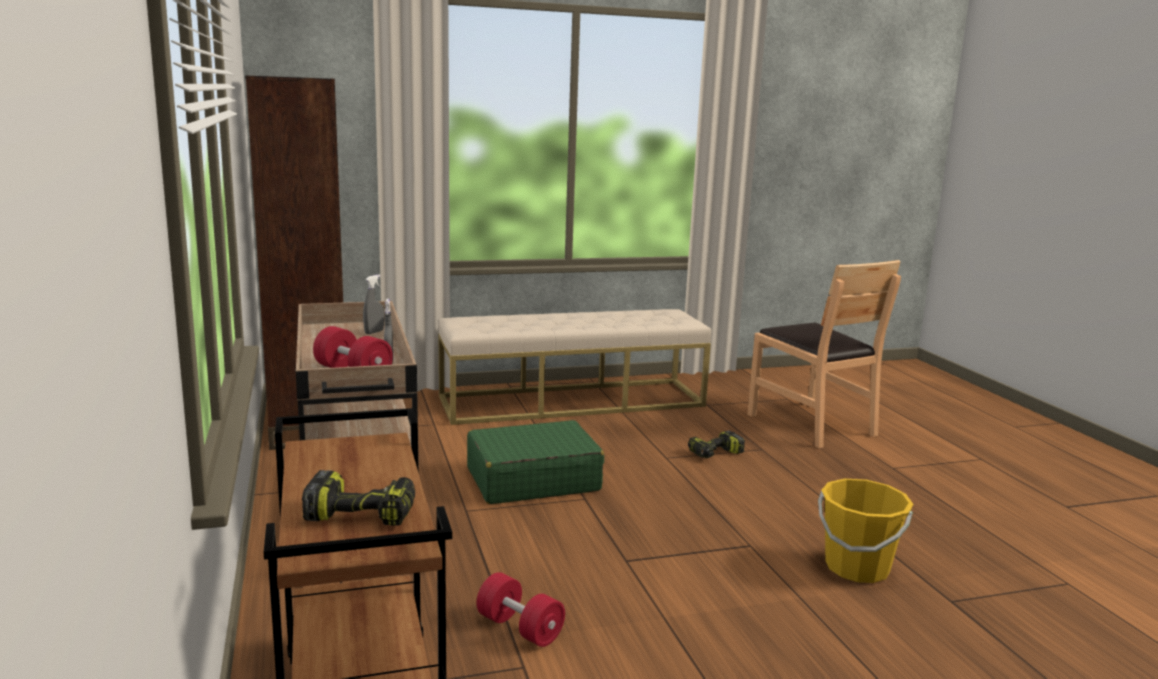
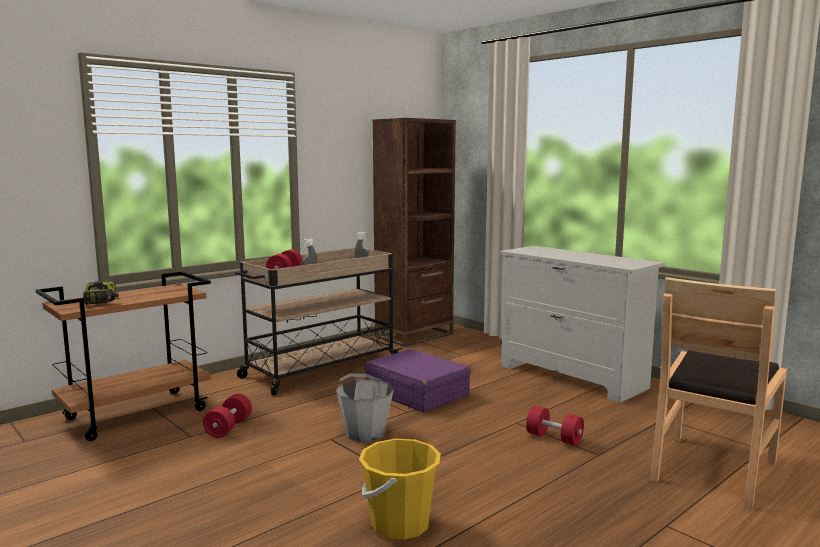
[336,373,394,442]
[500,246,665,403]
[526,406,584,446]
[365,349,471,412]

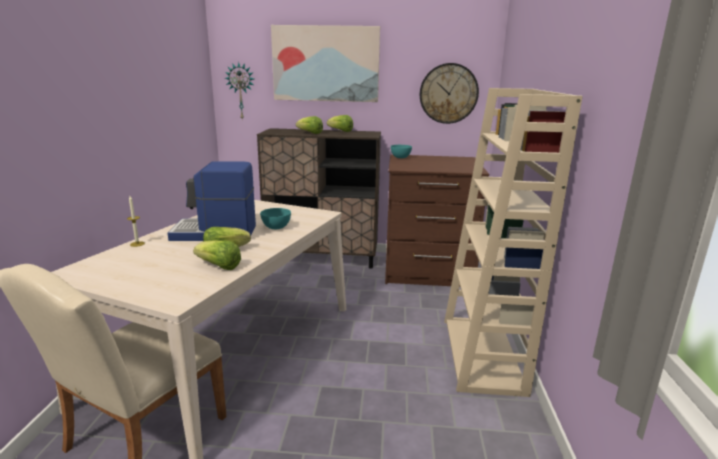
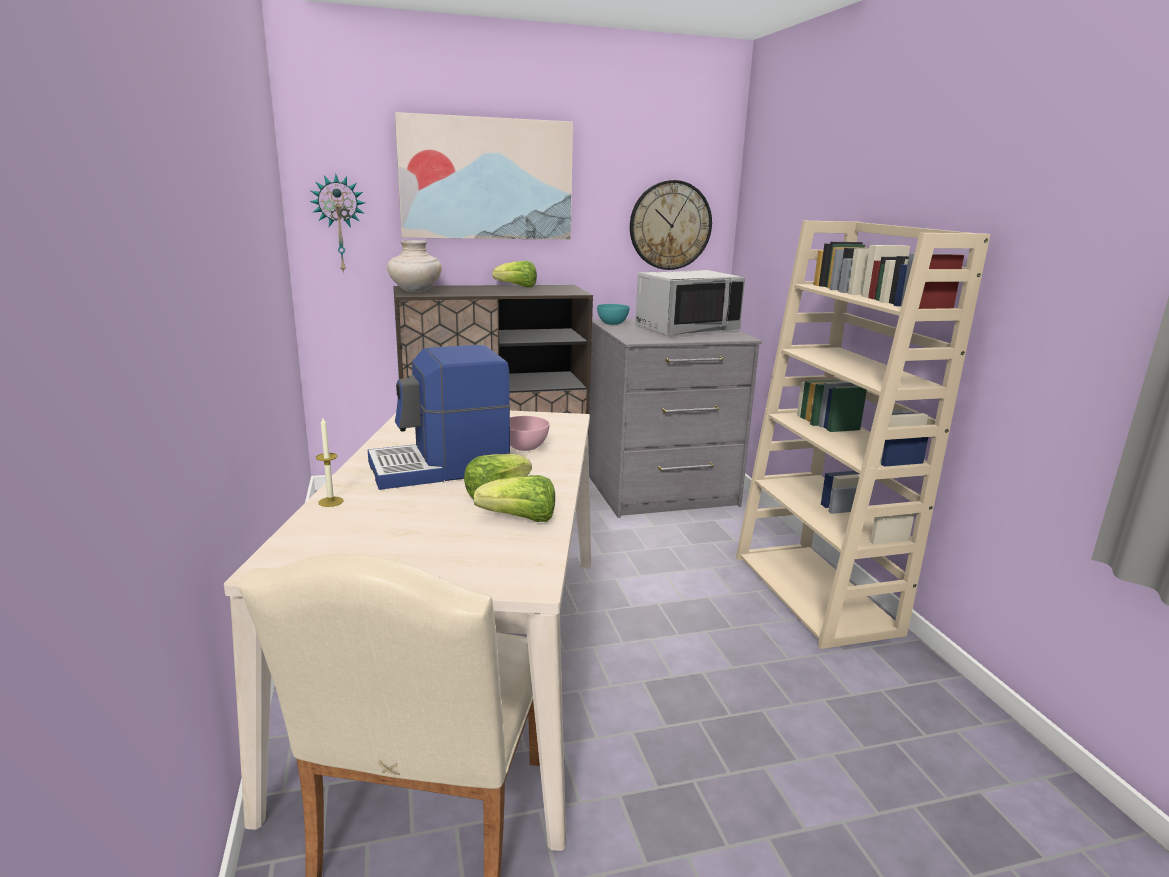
[296,116,323,134] (first image)
[387,240,442,292]
[635,270,745,335]
[510,416,550,451]
[588,319,762,518]

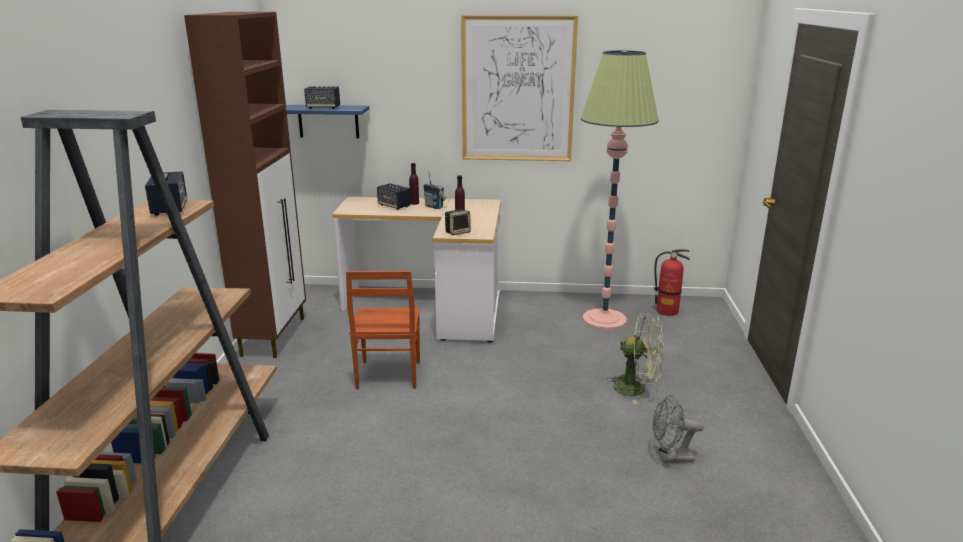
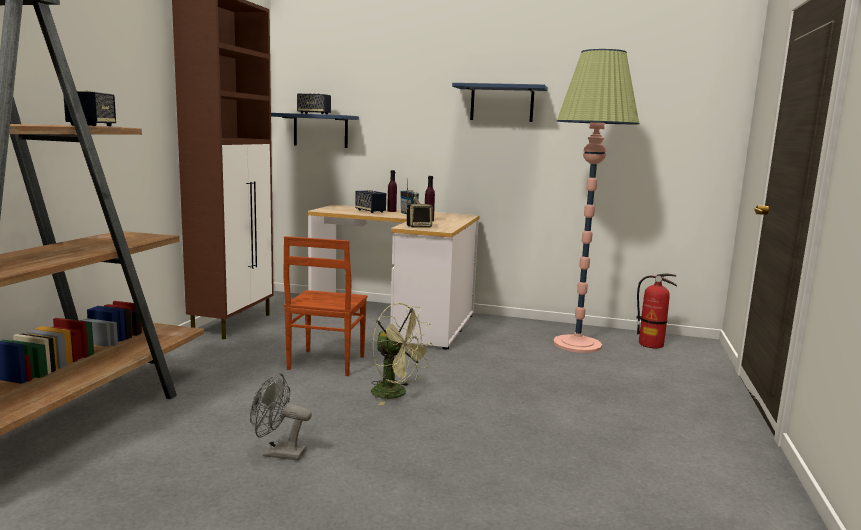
[371,303,433,405]
[250,373,312,460]
[452,83,548,122]

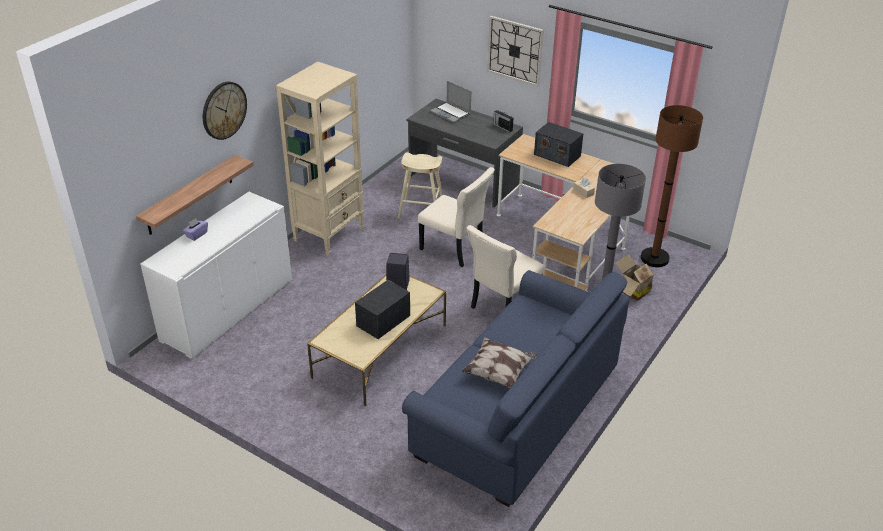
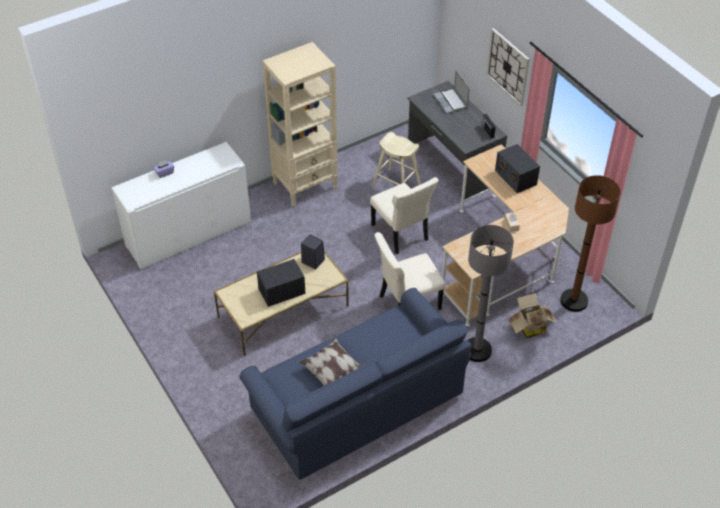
[136,155,254,235] (first image)
[203,82,247,140] (first image)

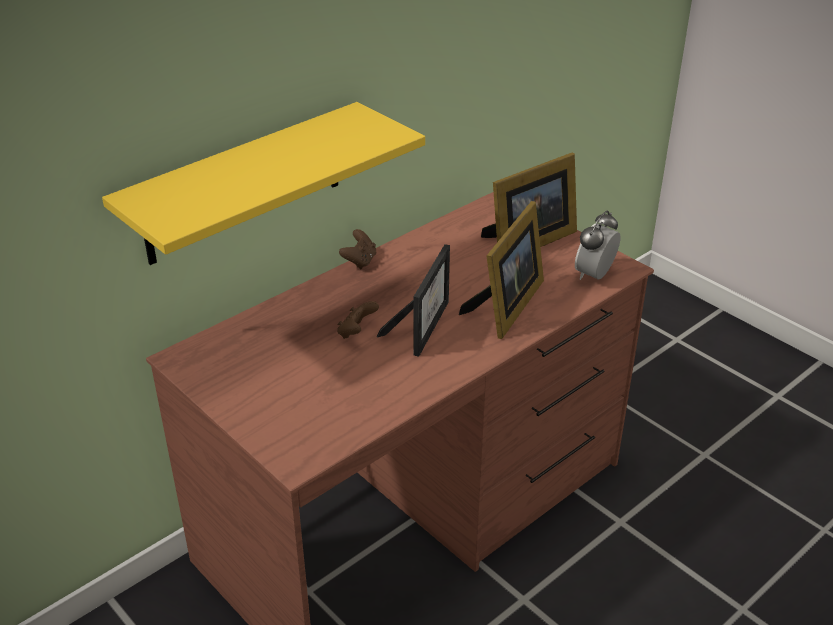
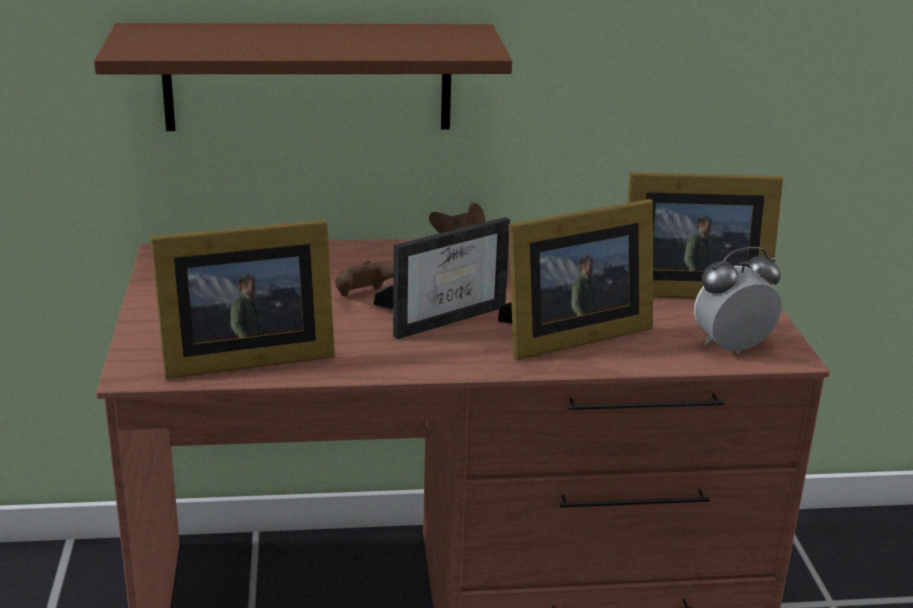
[151,220,335,379]
[94,23,512,131]

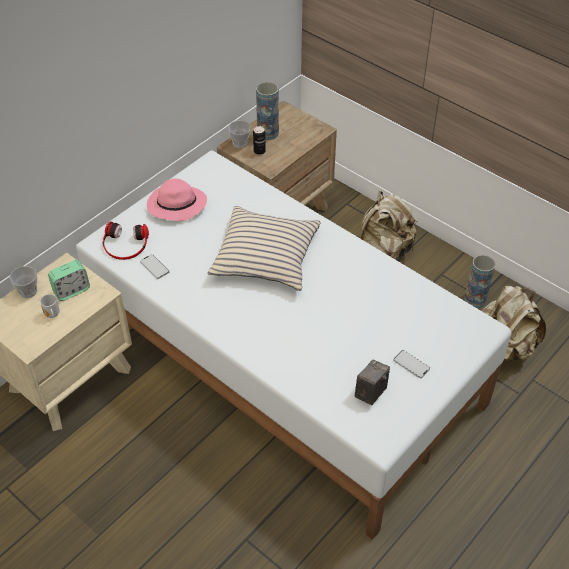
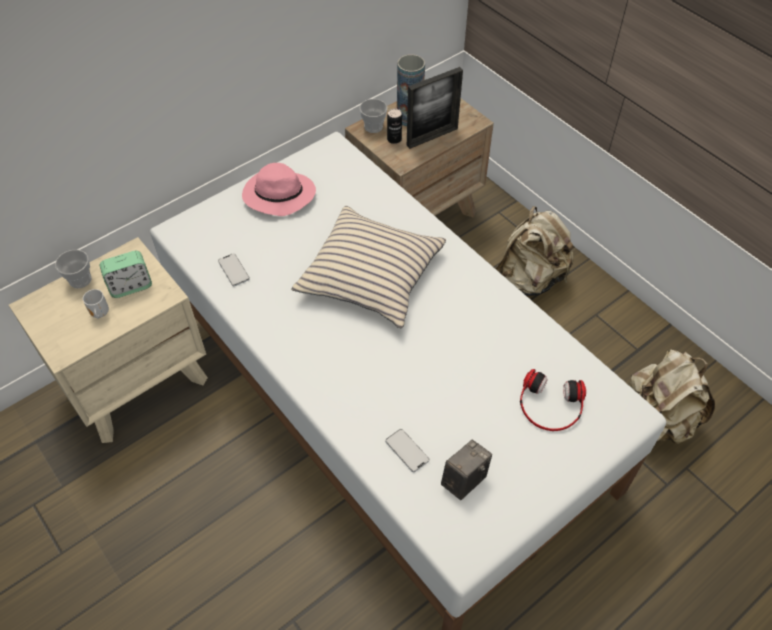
[464,255,495,308] (first image)
[407,67,463,149]
[520,369,586,431]
[385,429,429,472]

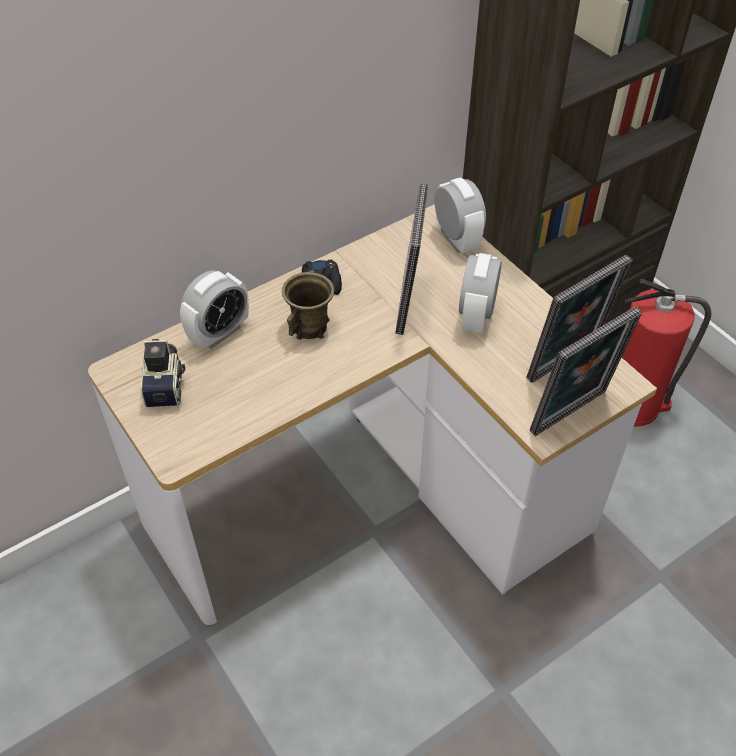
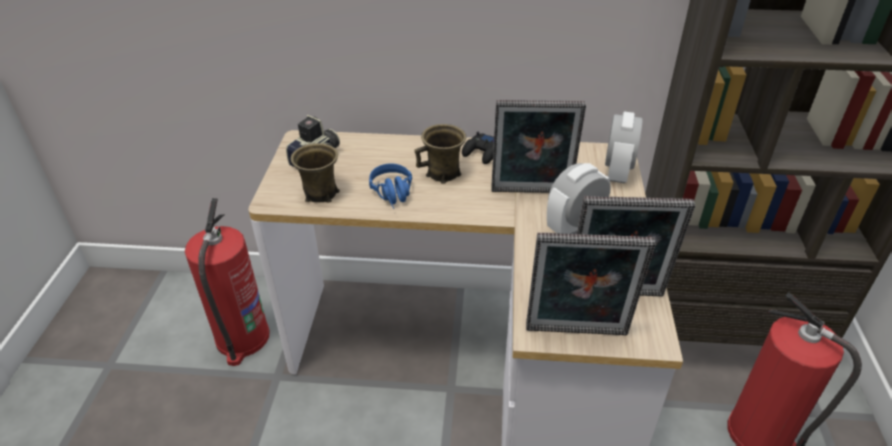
[180,270,249,349] (first image)
[185,198,270,366]
[291,143,340,202]
[369,164,412,209]
[491,100,586,193]

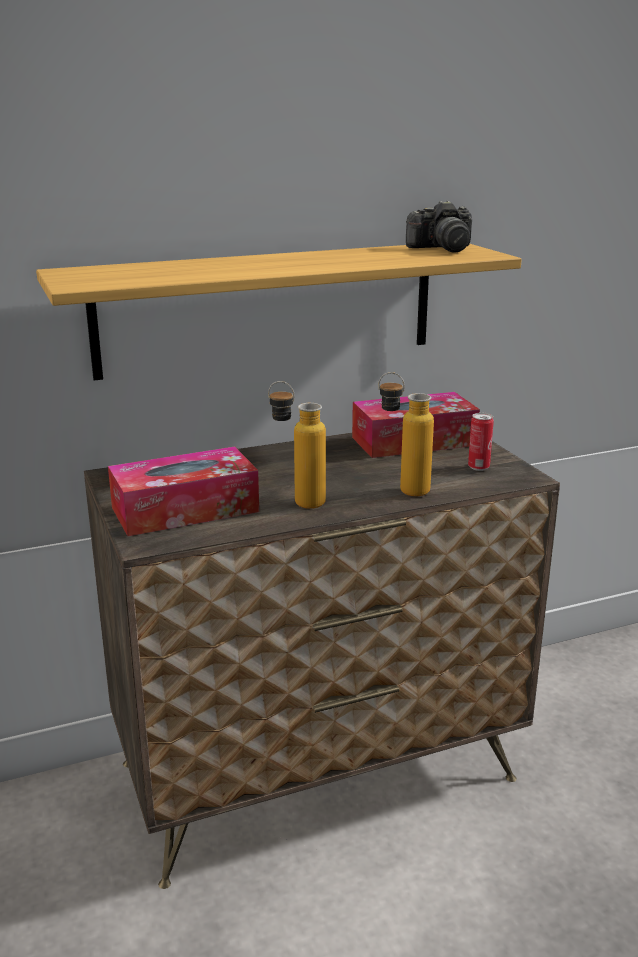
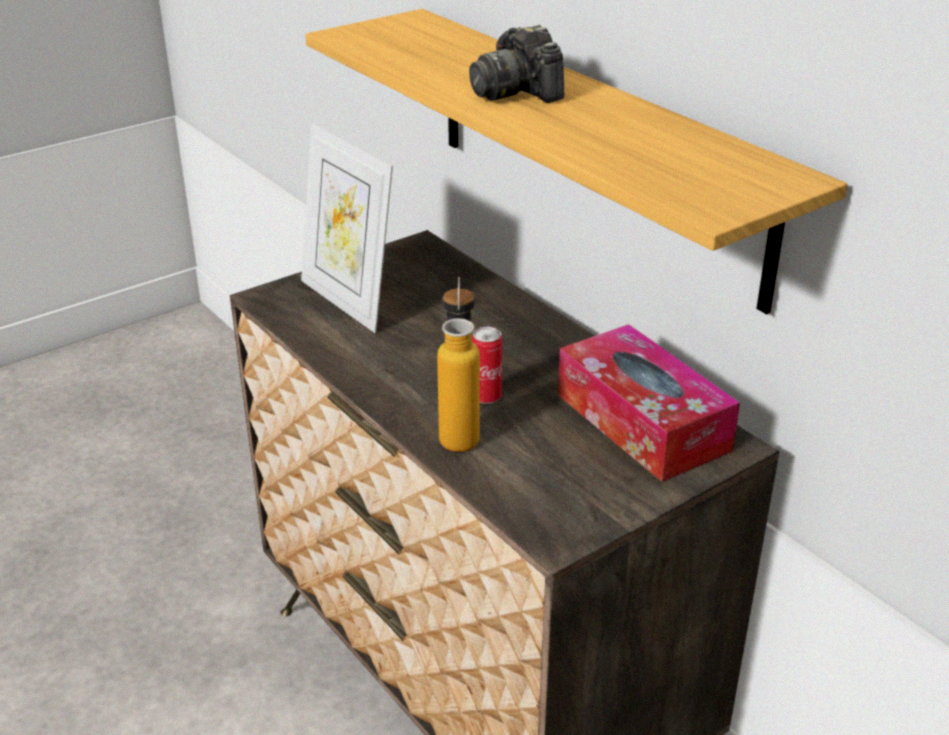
[268,381,326,509] (first image)
[469,25,564,103]
[472,327,502,404]
[301,123,393,333]

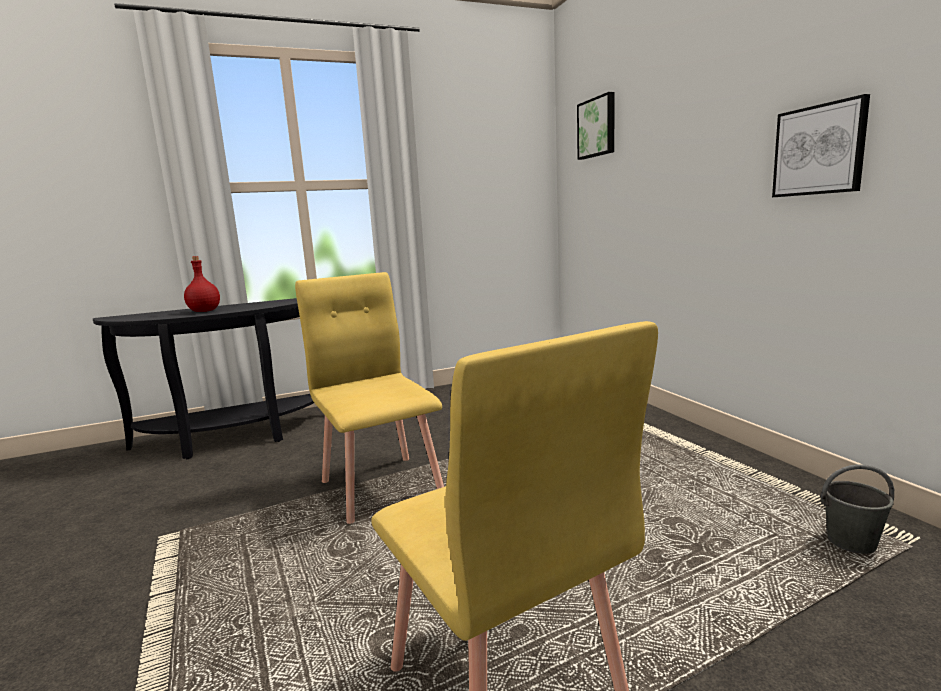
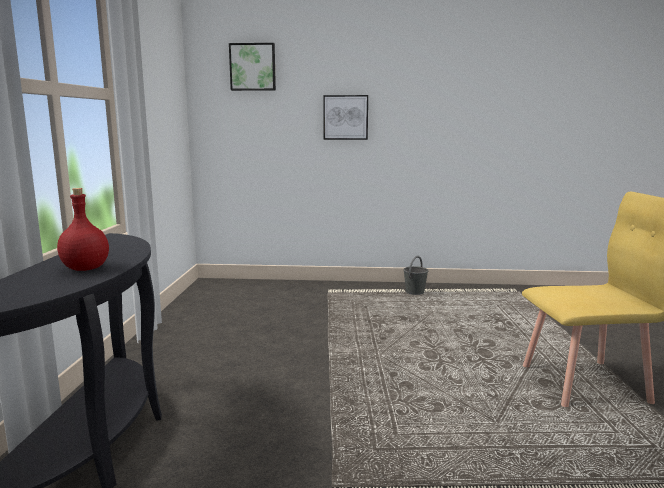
[295,272,444,524] (first image)
[323,95,368,140]
[403,256,428,295]

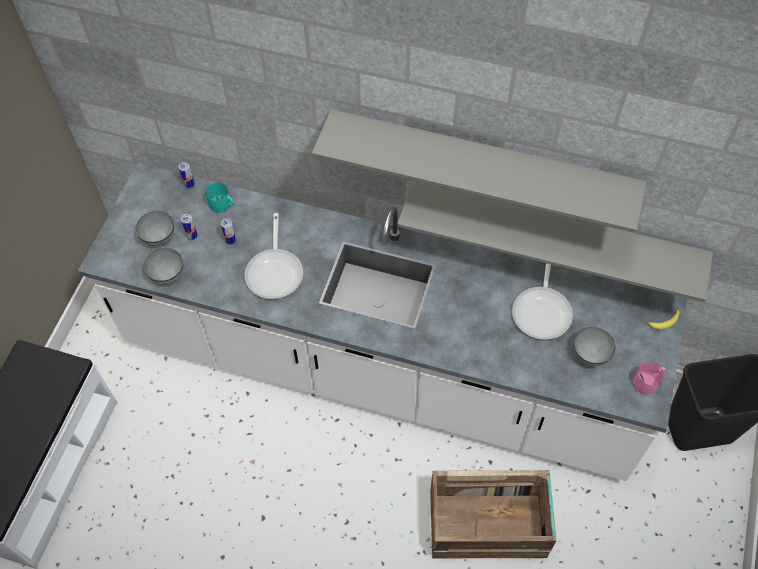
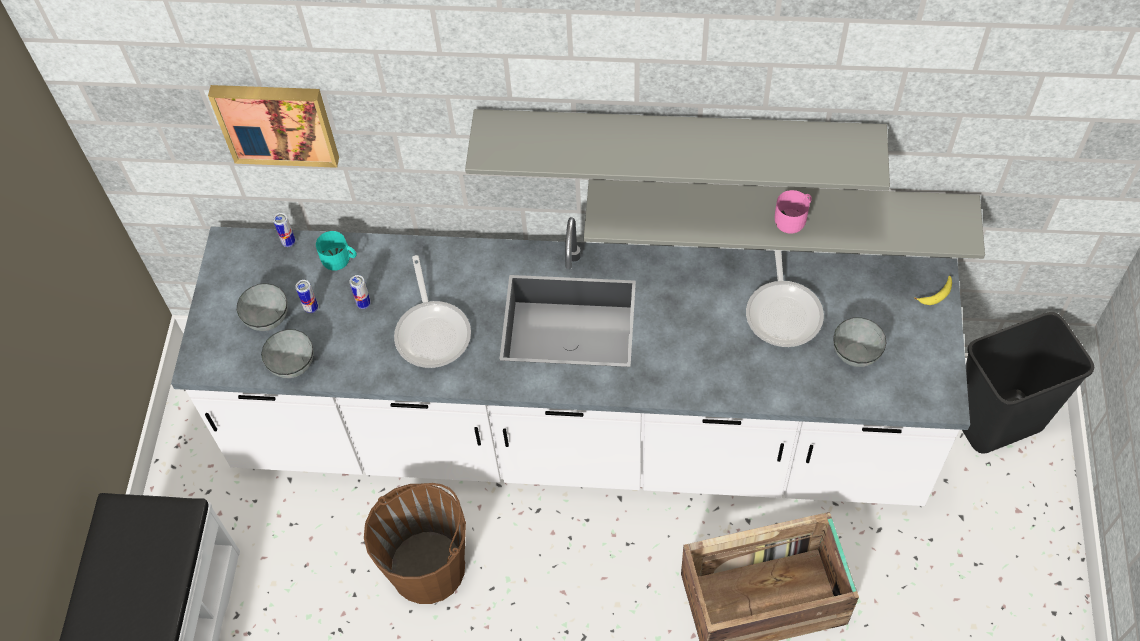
[208,85,339,168]
[364,483,466,604]
[775,190,812,234]

